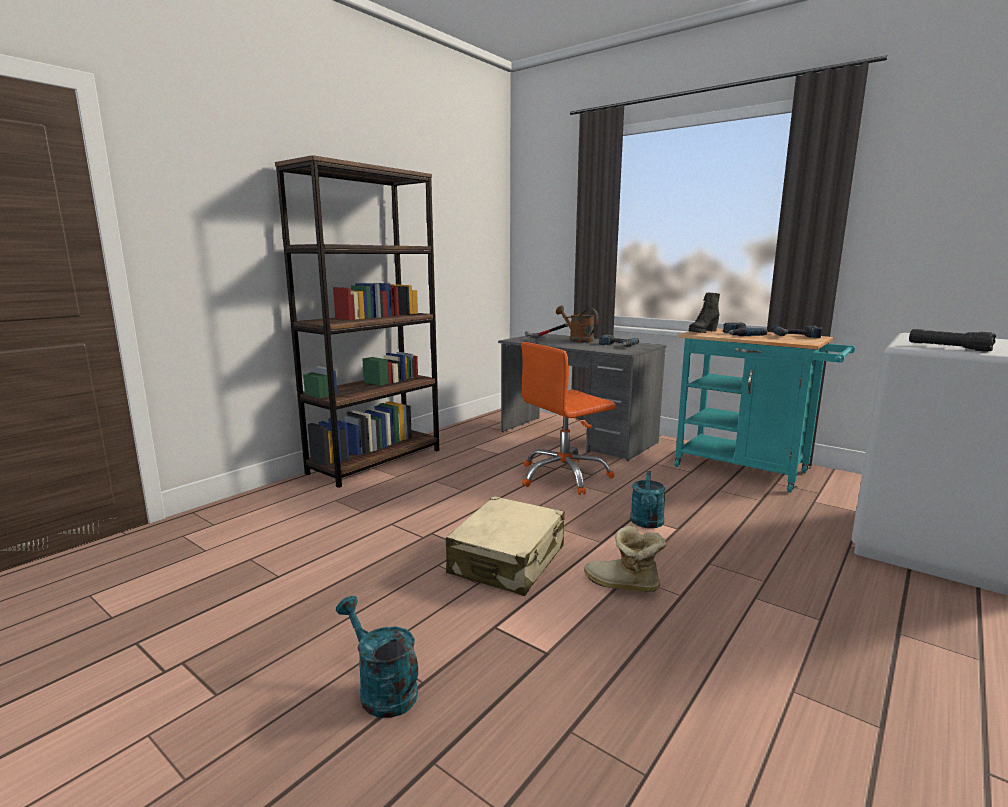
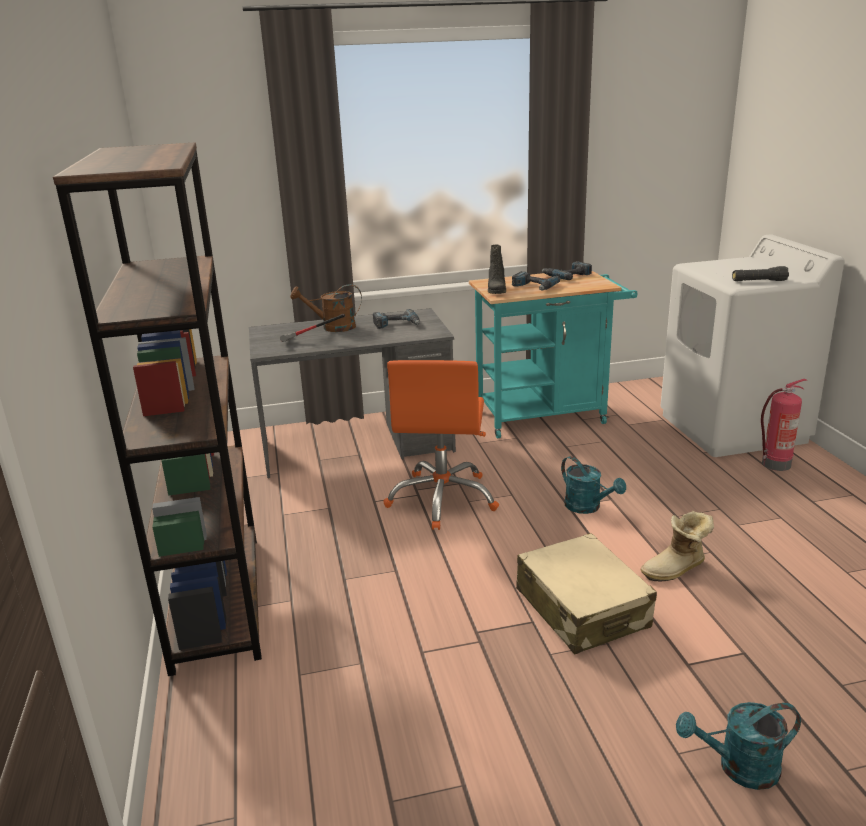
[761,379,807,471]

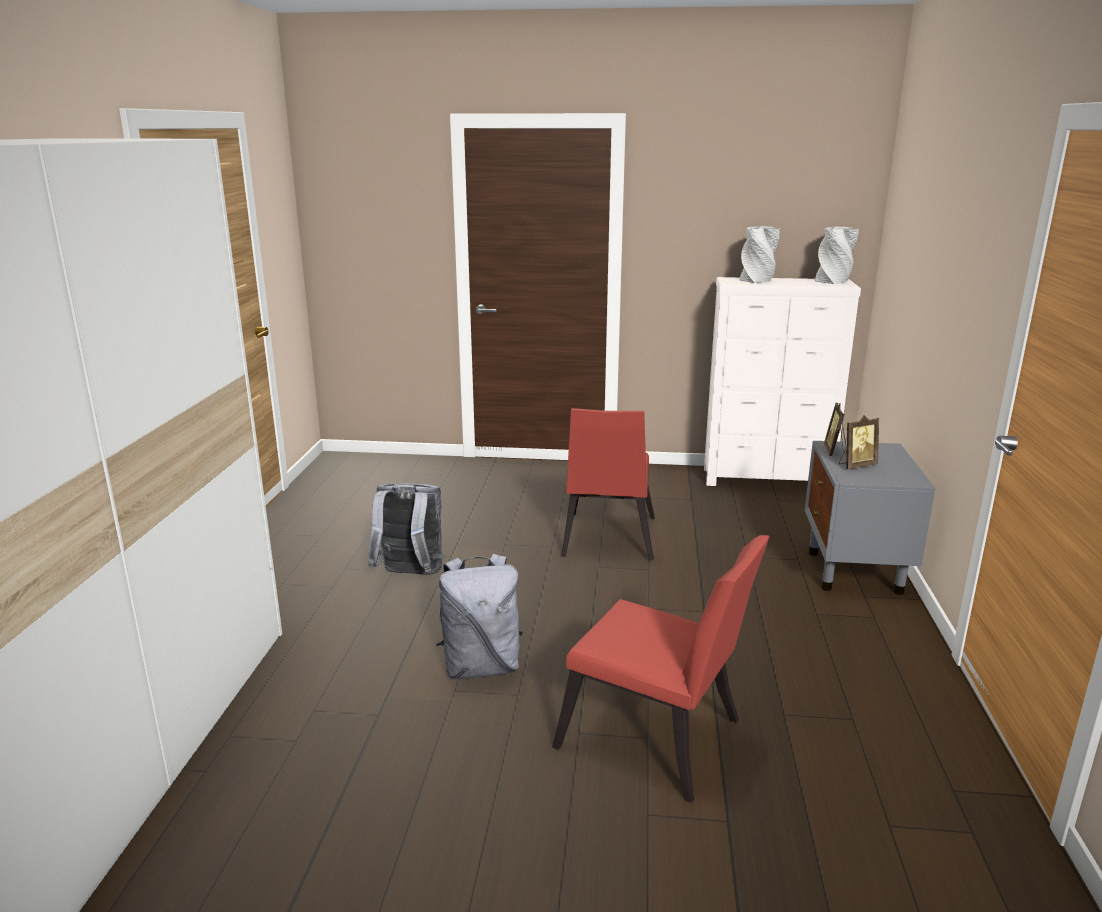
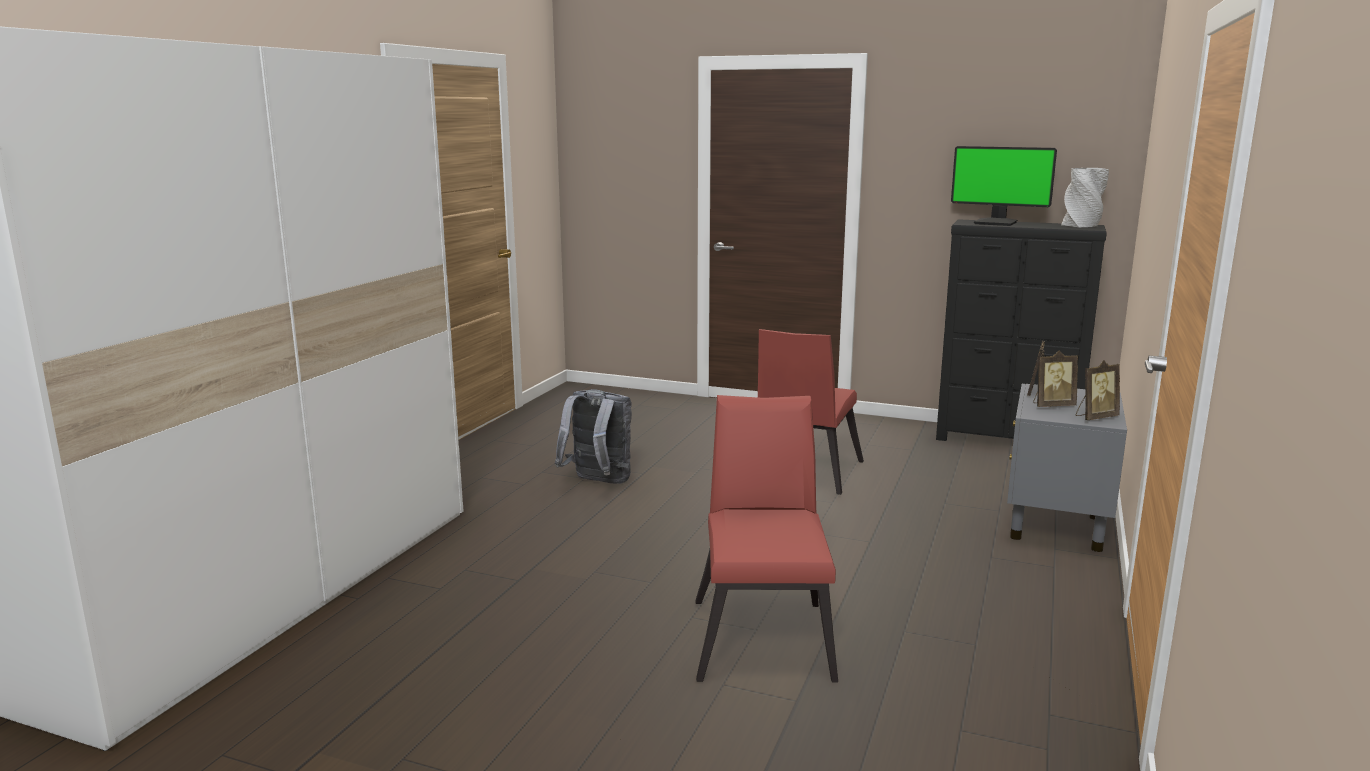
[436,554,523,679] (first image)
[1076,360,1120,420]
[951,146,1057,226]
[936,219,1107,441]
[695,395,838,682]

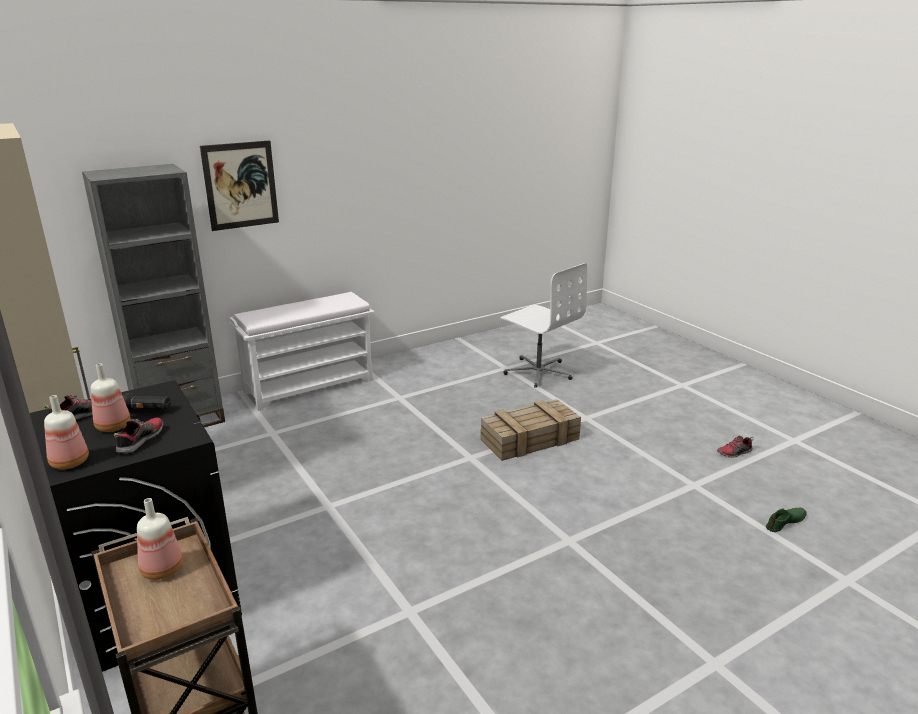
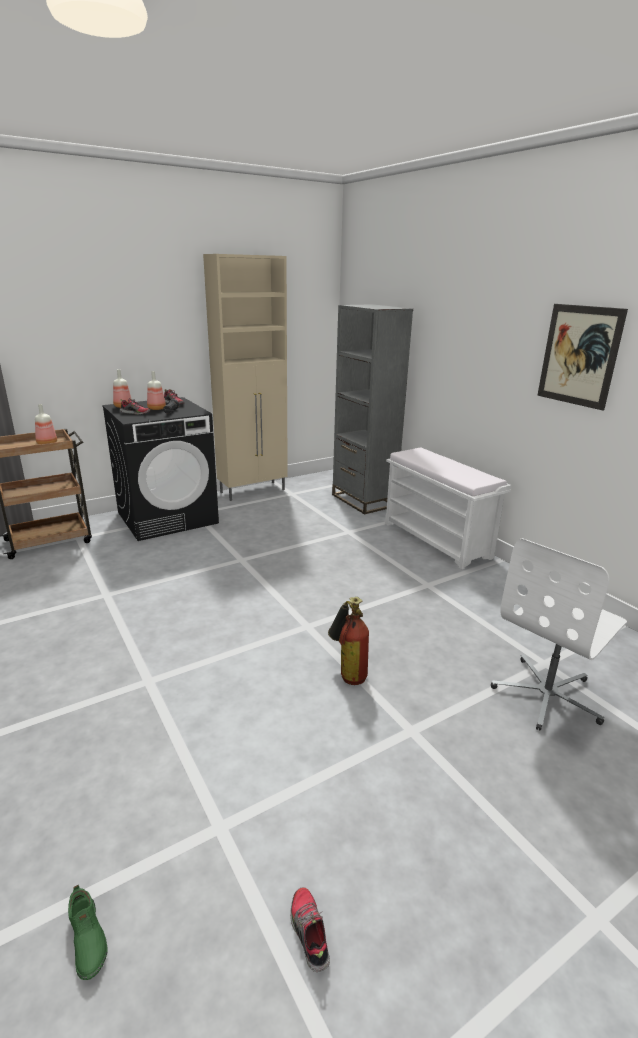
[537,304,628,411]
[328,597,369,685]

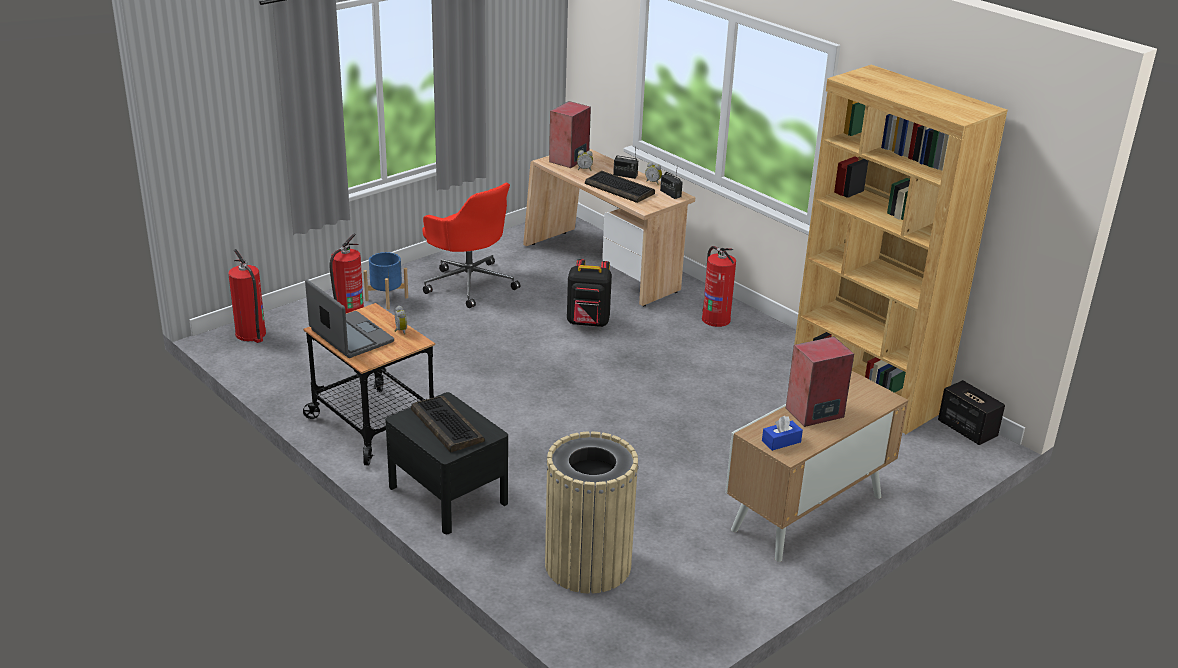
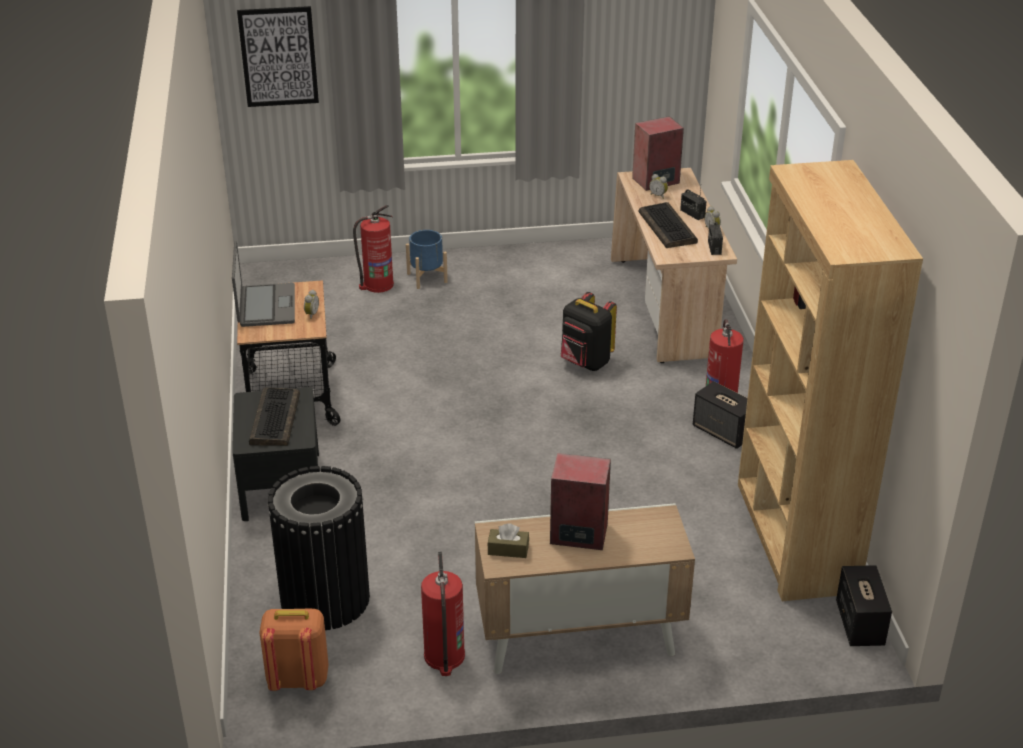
[422,183,520,308] (first image)
[237,6,319,107]
[259,608,328,691]
[693,381,748,449]
[421,552,465,676]
[268,466,370,630]
[487,523,529,558]

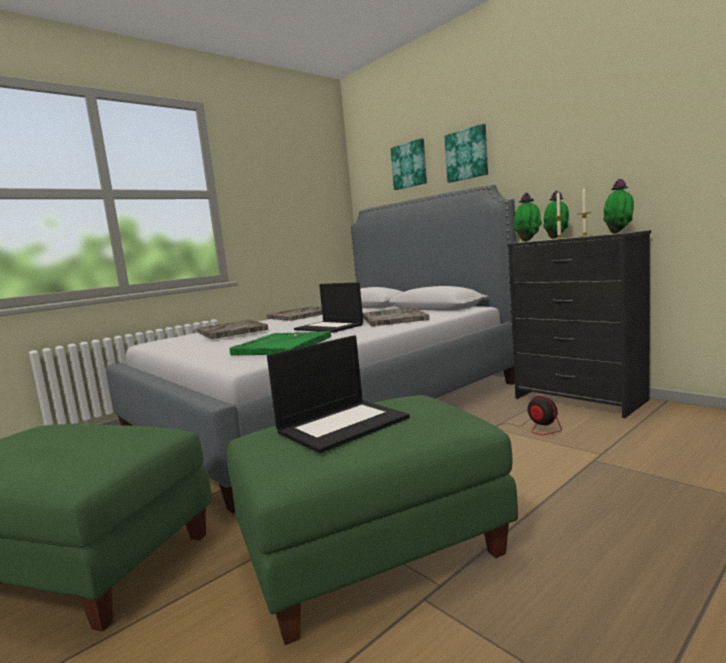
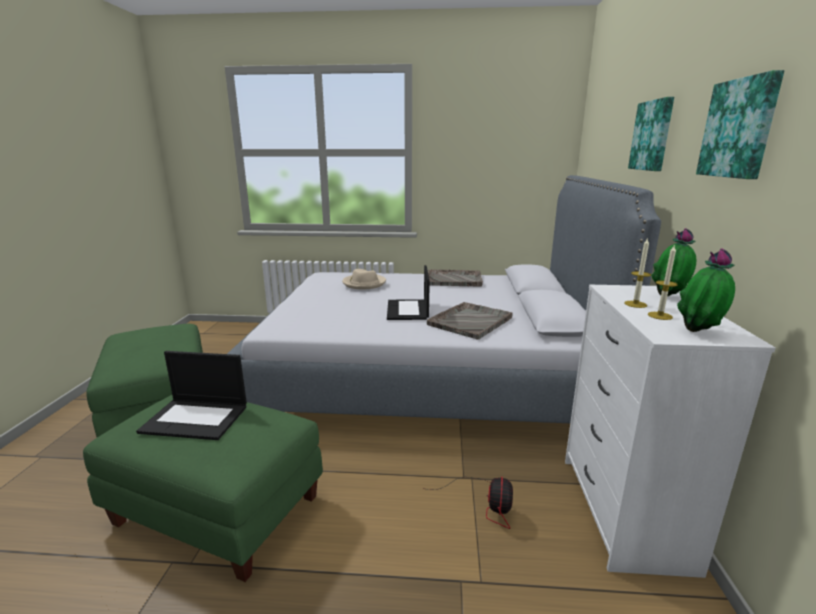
[229,331,331,355] (first image)
[513,193,542,242] (first image)
[696,70,785,179]
[342,269,386,289]
[565,285,776,578]

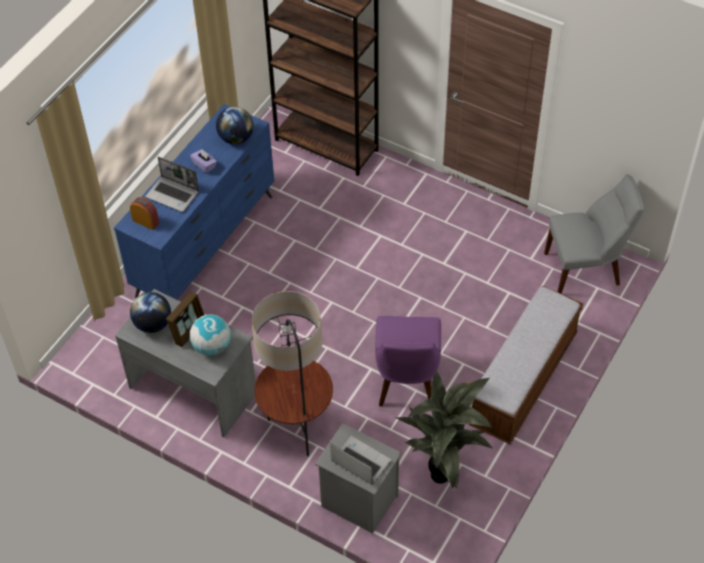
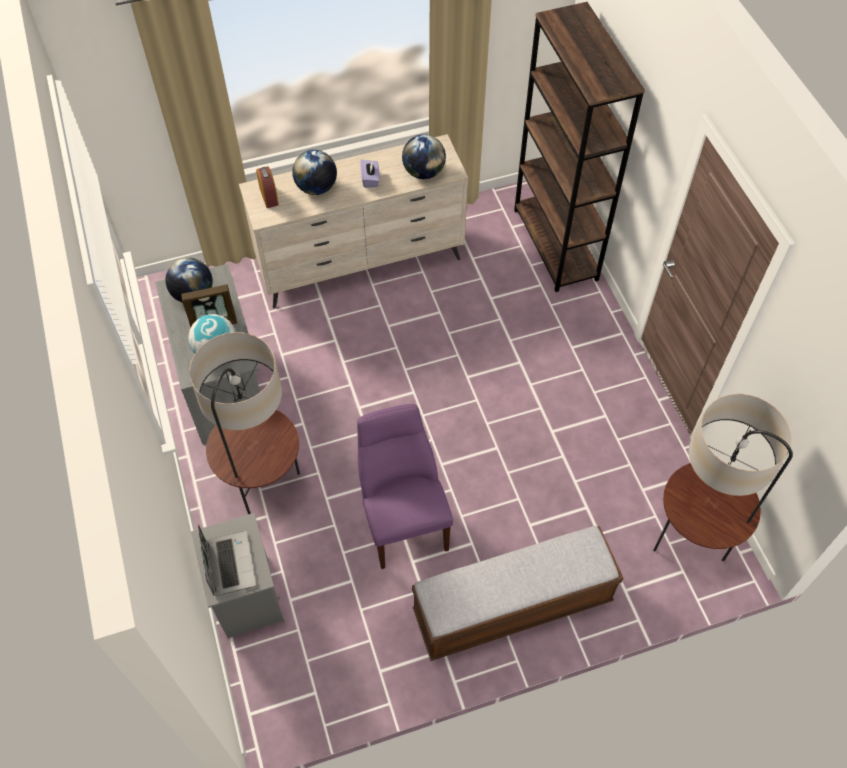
[397,371,492,489] (first image)
[292,150,337,195]
[653,394,793,561]
[239,134,468,308]
[357,404,453,569]

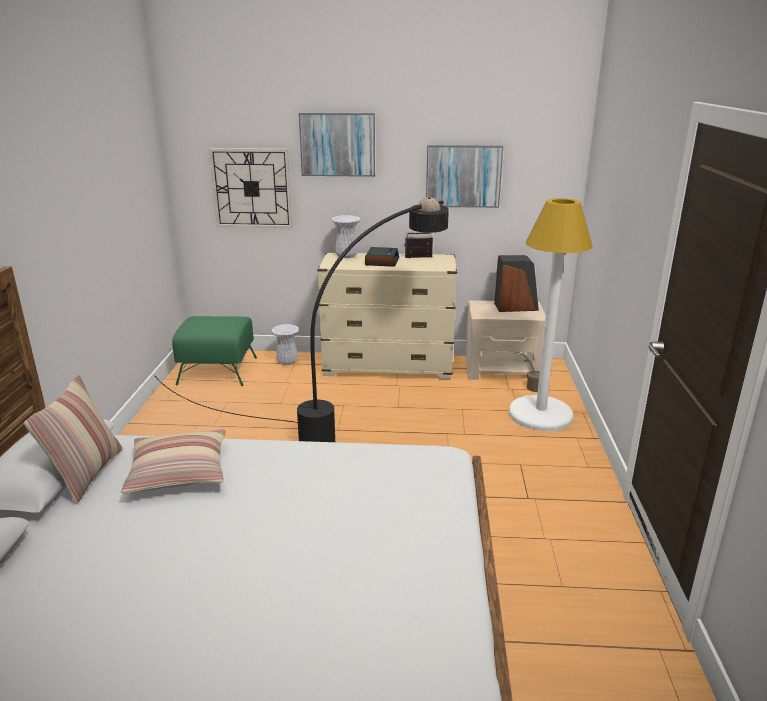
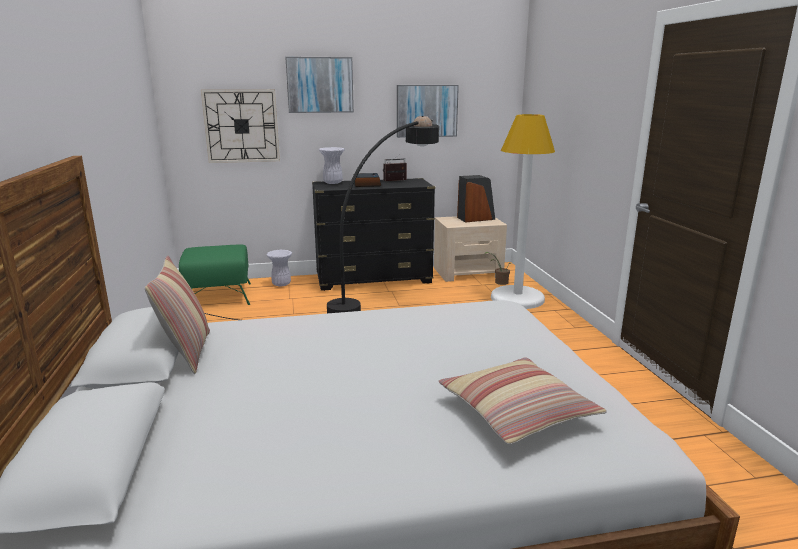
[439,357,607,444]
[312,178,435,291]

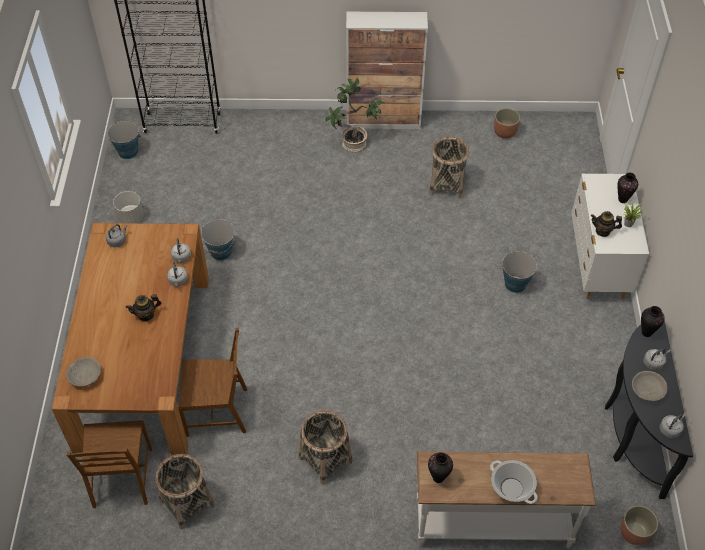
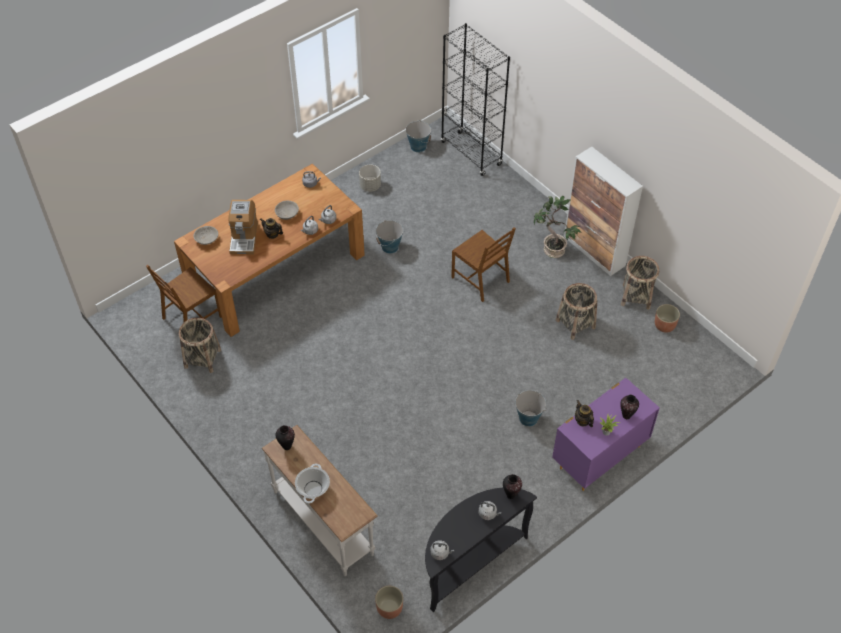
[228,200,258,254]
[451,227,516,302]
[621,256,659,310]
[275,201,299,220]
[552,378,660,491]

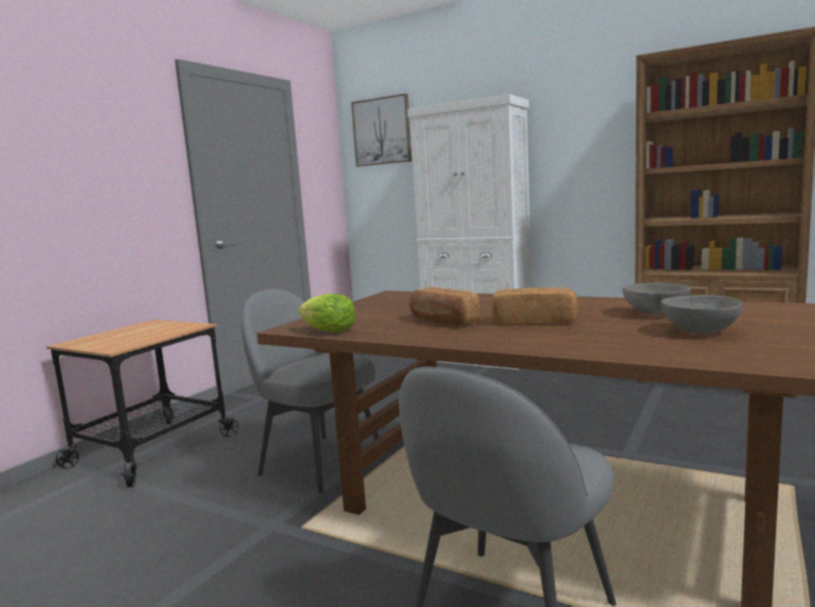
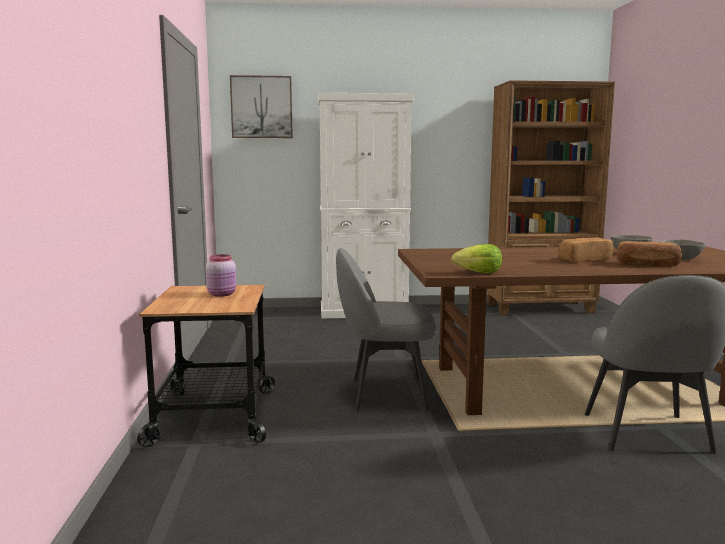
[205,254,236,297]
[617,241,682,267]

